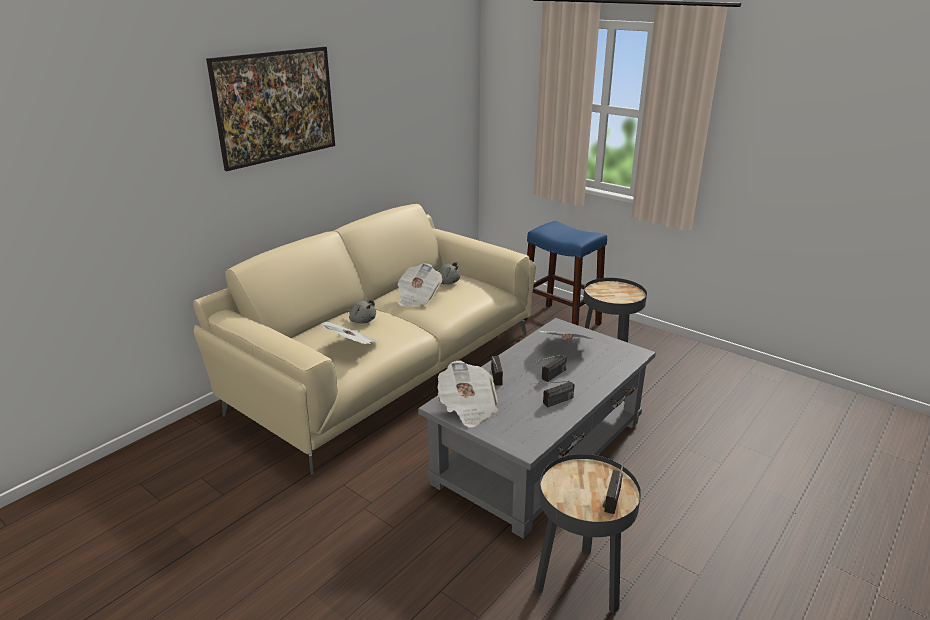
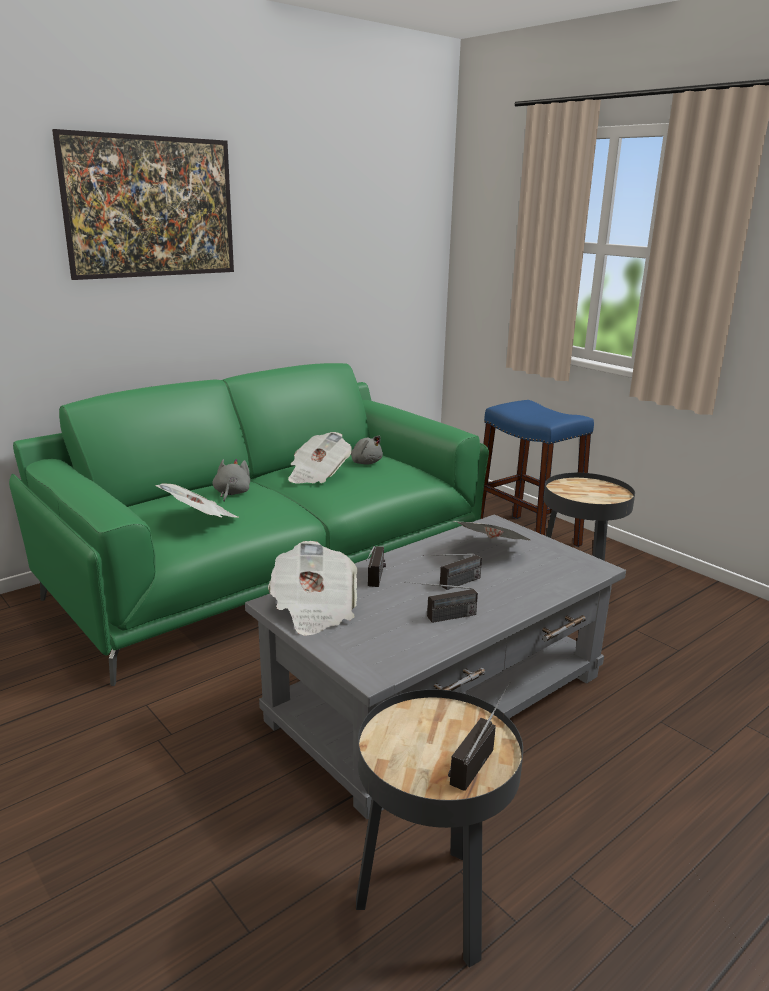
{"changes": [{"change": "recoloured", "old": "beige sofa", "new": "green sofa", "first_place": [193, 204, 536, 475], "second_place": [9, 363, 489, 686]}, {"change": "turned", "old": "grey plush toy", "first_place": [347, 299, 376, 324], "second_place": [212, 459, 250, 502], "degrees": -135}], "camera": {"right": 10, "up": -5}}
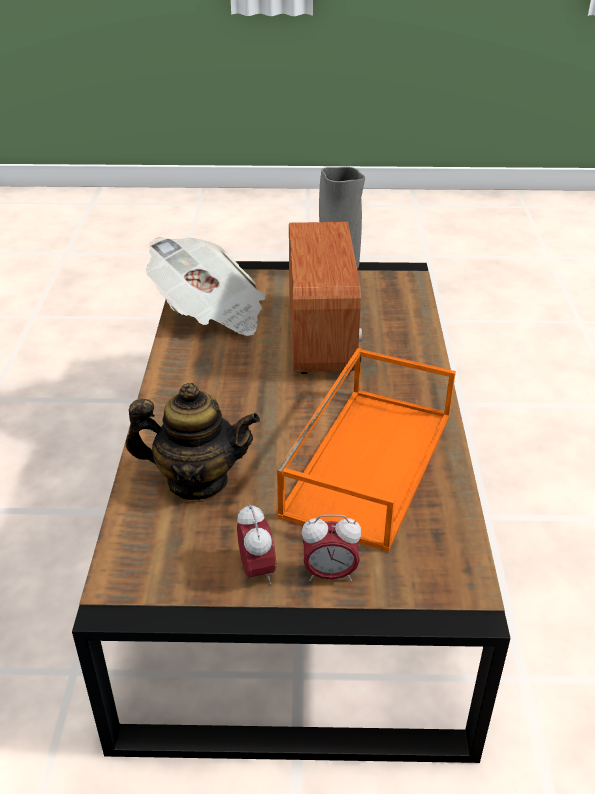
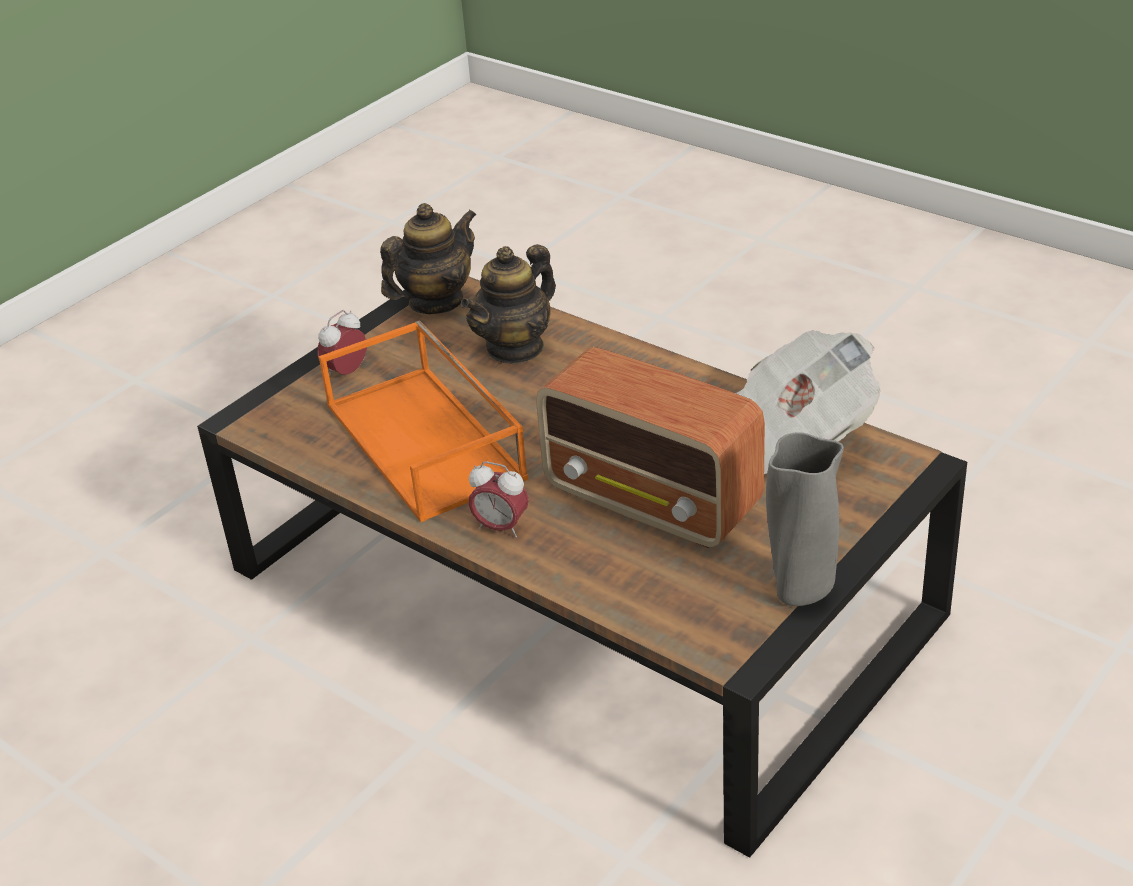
{"changes": [{"change": "moved", "old": "alarm clock", "first_place": [237, 503, 276, 585], "second_place": [468, 461, 529, 537]}, {"change": "added", "new": "teapot", "second_place": [380, 203, 477, 314]}], "camera": {"right": 130, "up": 0}}
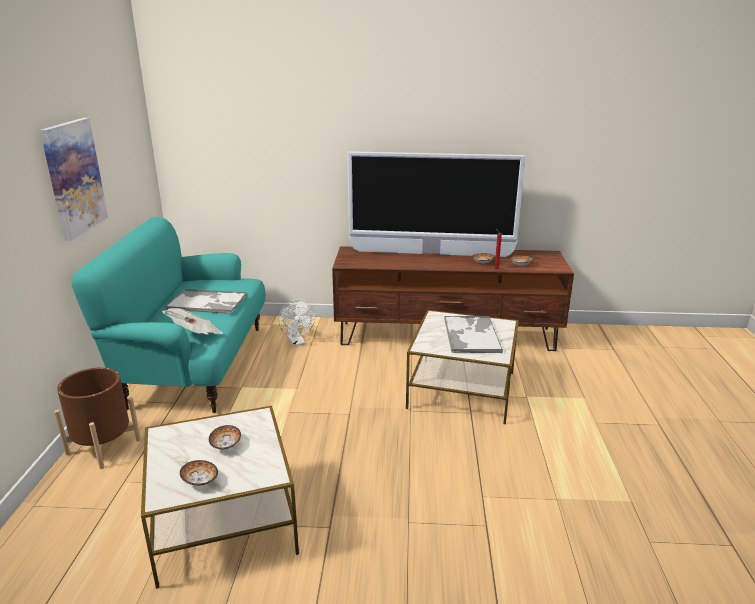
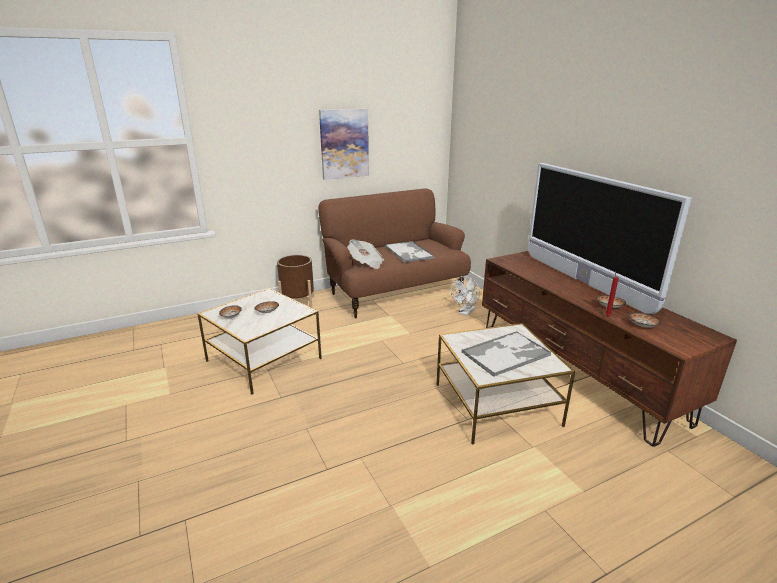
{"changes": [{"change": "recoloured", "old": "turquoise sofa", "new": "brown sofa", "first_place": [71, 217, 266, 413], "second_place": [318, 188, 471, 318]}], "camera": {"right": 60, "up": 0}}
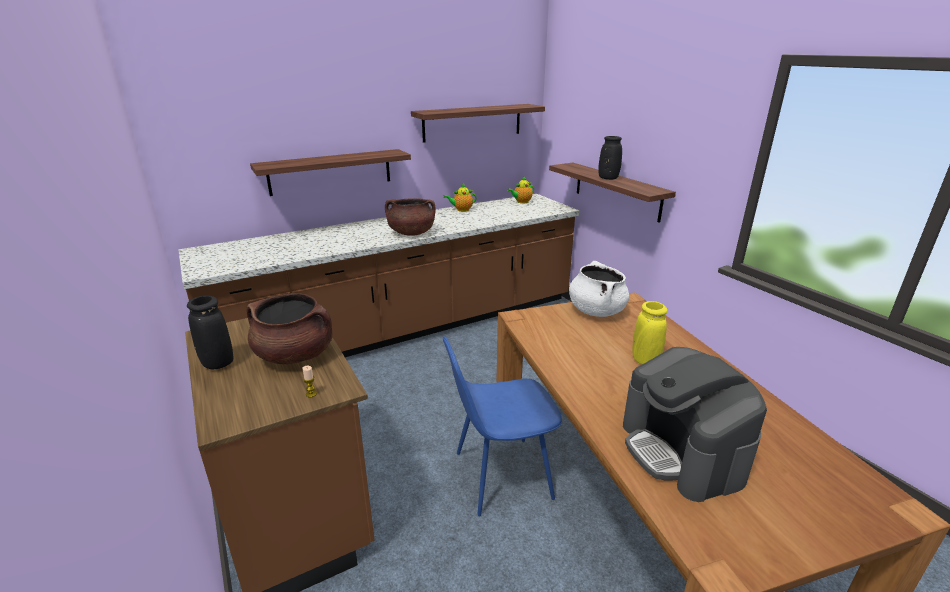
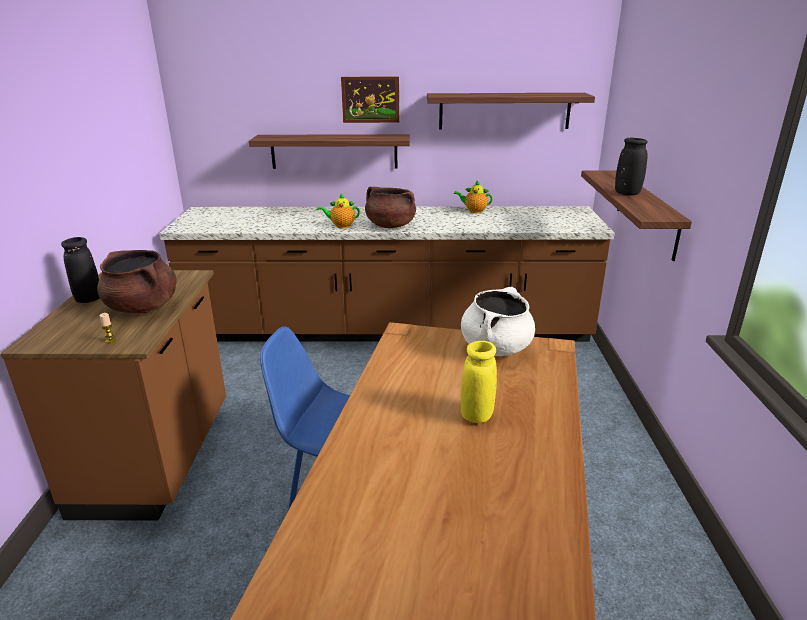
{"changes": [{"change": "moved", "old": "teapot", "first_place": [507, 176, 534, 204], "second_place": [317, 193, 360, 228]}, {"change": "removed", "old": "coffee machine", "first_place": [623, 347, 767, 502]}, {"change": "added", "new": "picture", "second_place": [341, 76, 399, 123]}], "camera": {"right": 30, "up": 0}}
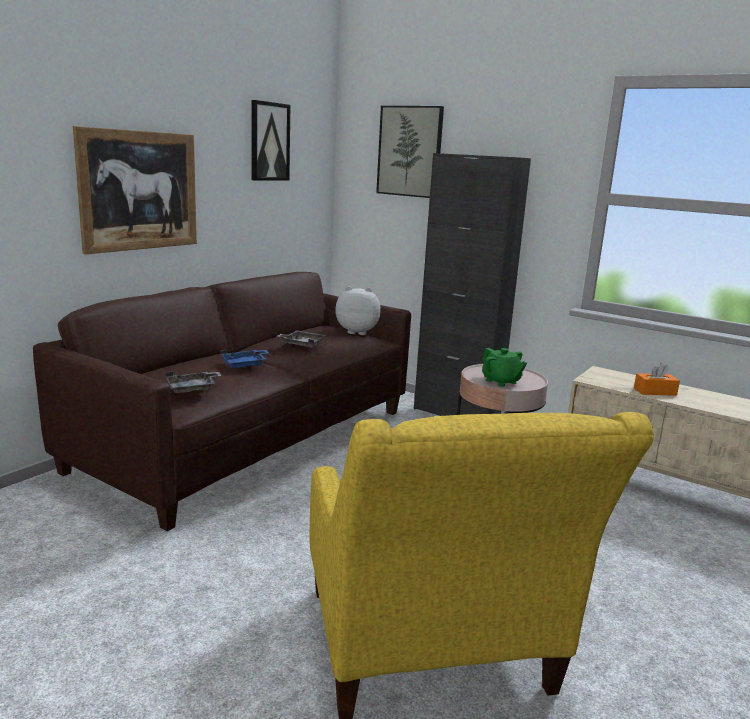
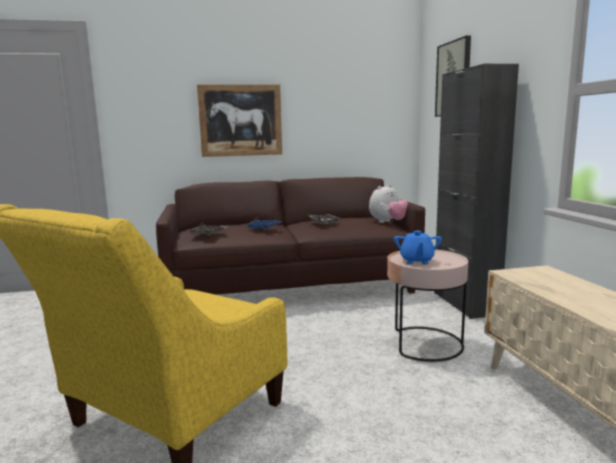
{"changes": [{"change": "removed", "old": "picture", "first_place": [251, 100, 290, 181]}, {"change": "turned", "old": "plush toy", "first_place": [335, 286, 381, 335], "second_place": [369, 184, 408, 223], "degrees": 90}, {"change": "recoloured", "old": "green teapot", "new": "blue teapot", "first_place": [482, 348, 527, 387], "second_place": [394, 230, 442, 264]}, {"change": "removed", "old": "orange tissue box", "first_place": [634, 363, 680, 396]}], "camera": {"right": 45, "up": -5}}
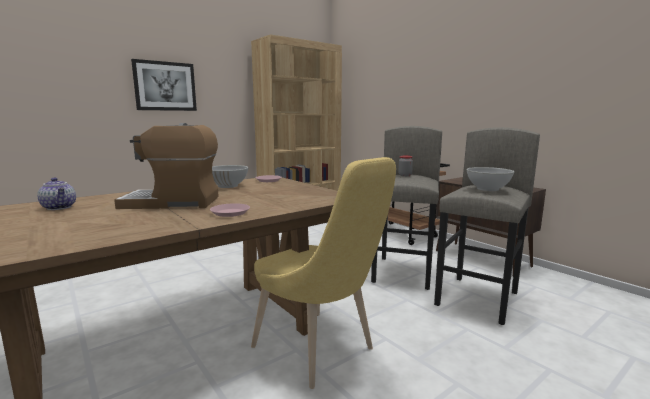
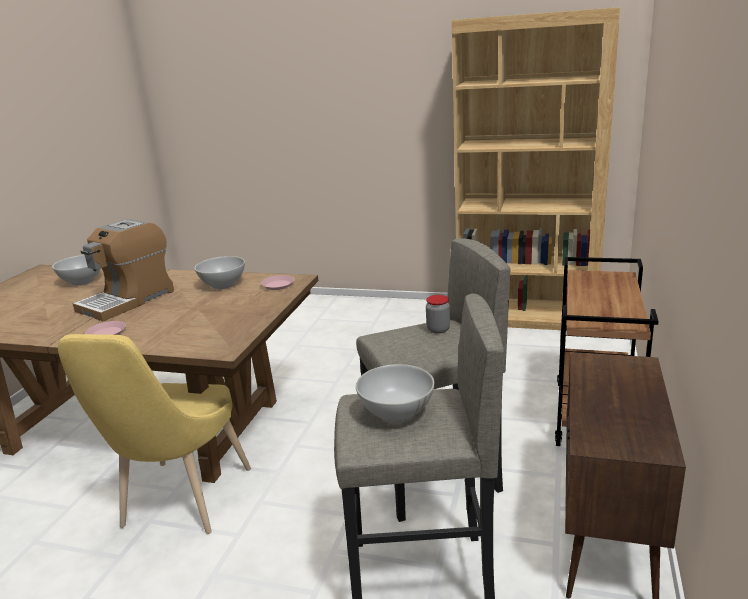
{"changes": [{"change": "replaced", "old": "teapot", "new": "white bowl", "first_place": [37, 178, 76, 210], "second_place": [52, 255, 101, 285]}, {"change": "turned", "old": "coffee machine", "first_place": [114, 123, 219, 209], "second_place": [73, 219, 174, 321], "degrees": -105}, {"change": "removed", "old": "picture", "first_place": [131, 59, 197, 111]}], "camera": {"right": 55, "up": 10}}
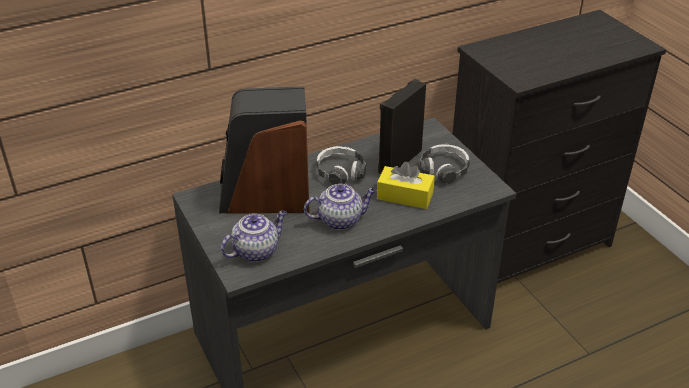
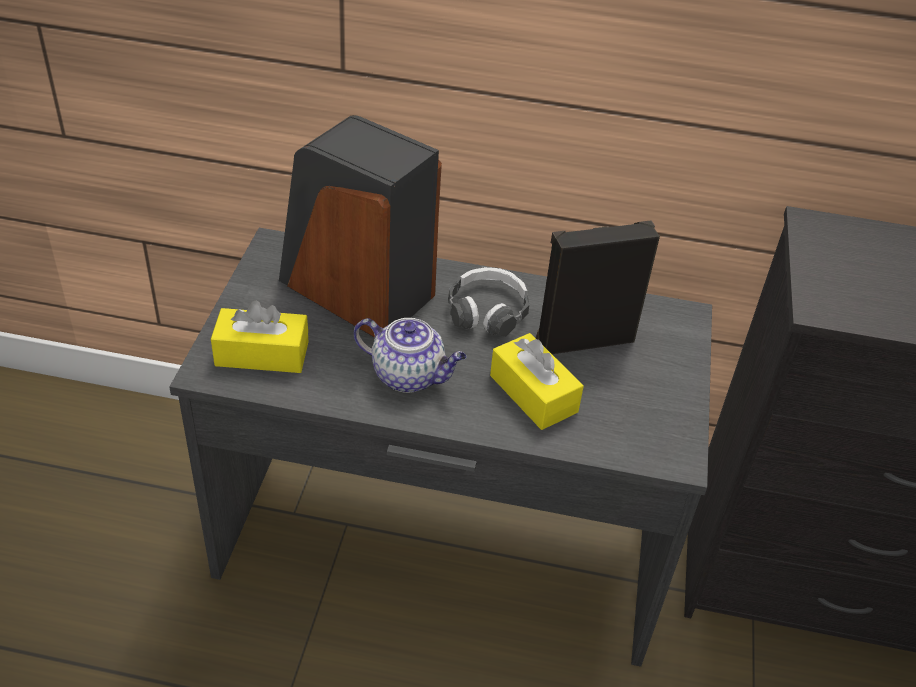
{"changes": [{"change": "replaced", "old": "teapot", "new": "yellow tissue box", "first_place": [221, 210, 287, 262], "second_place": [211, 301, 308, 373]}, {"change": "removed", "old": "headphones", "first_place": [419, 144, 470, 184]}], "camera": {"right": 35, "up": 5}}
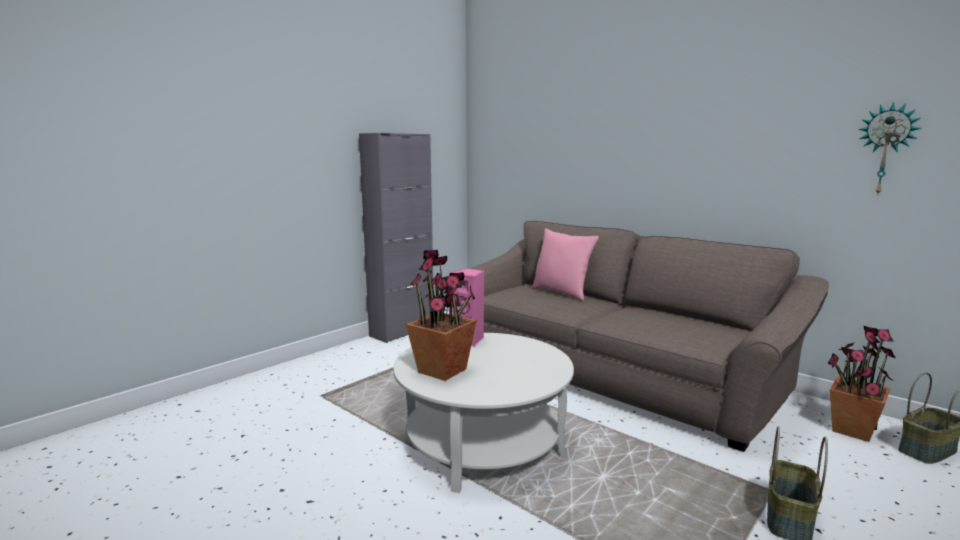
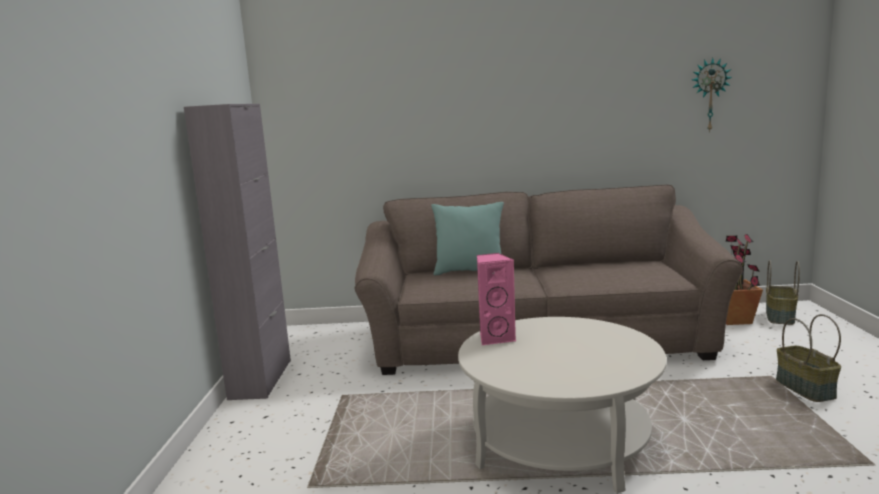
{"changes": [{"change": "removed", "old": "potted plant", "first_place": [406, 250, 477, 381]}, {"change": "recoloured", "old": "pink pillow", "new": "turquoise pillow", "first_place": [532, 228, 599, 301], "second_place": [431, 202, 504, 276]}], "camera": {"right": -40, "up": 0}}
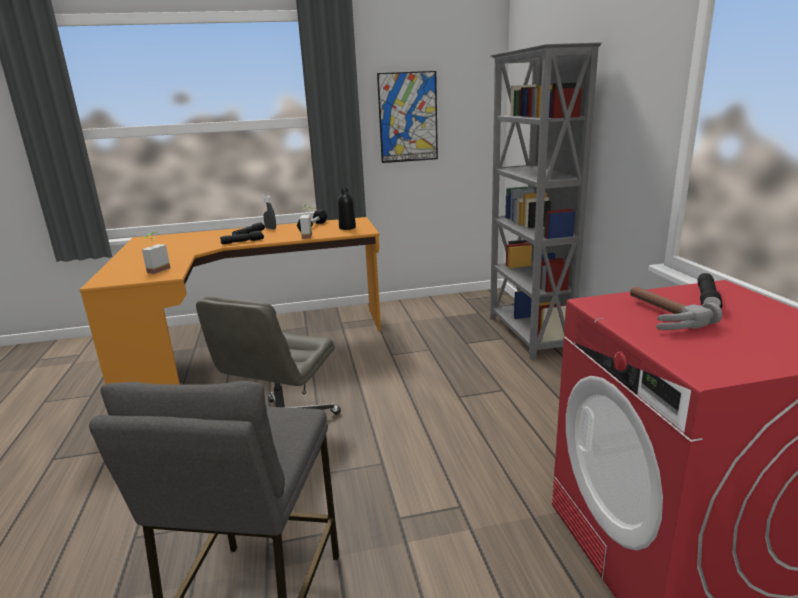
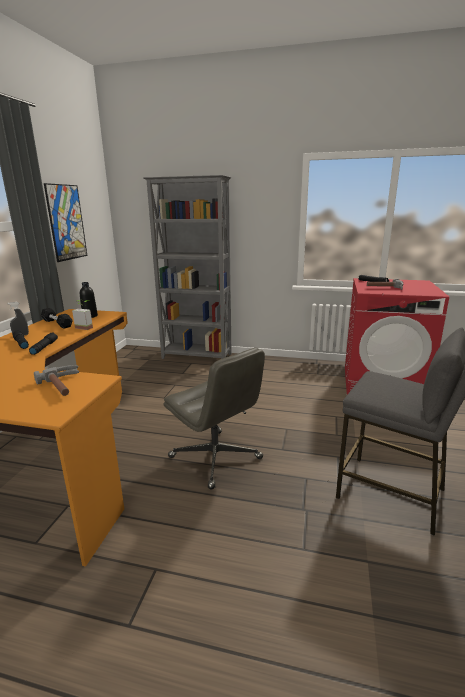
{"changes": [{"change": "replaced", "old": "potted plant", "new": "hammer", "first_place": [142, 232, 170, 274], "second_place": [34, 365, 79, 396]}], "camera": {"right": -65, "up": 0}}
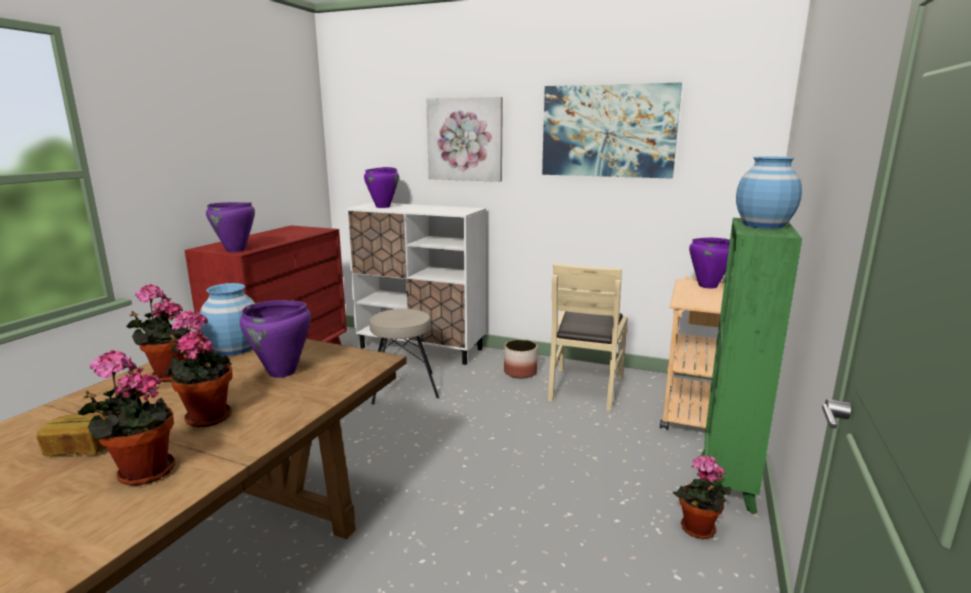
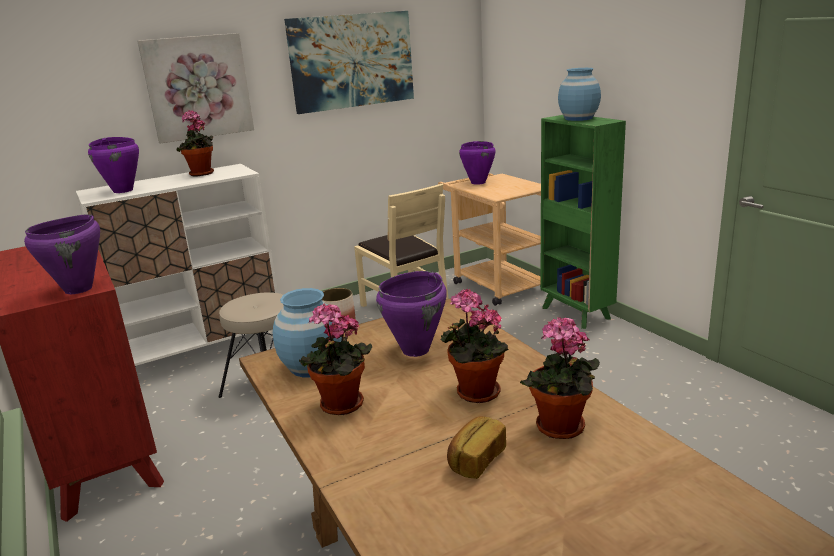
{"changes": [{"change": "moved", "old": "potted plant", "first_place": [673, 455, 732, 539], "second_place": [177, 110, 214, 176]}], "camera": {"right": -50, "up": 5}}
